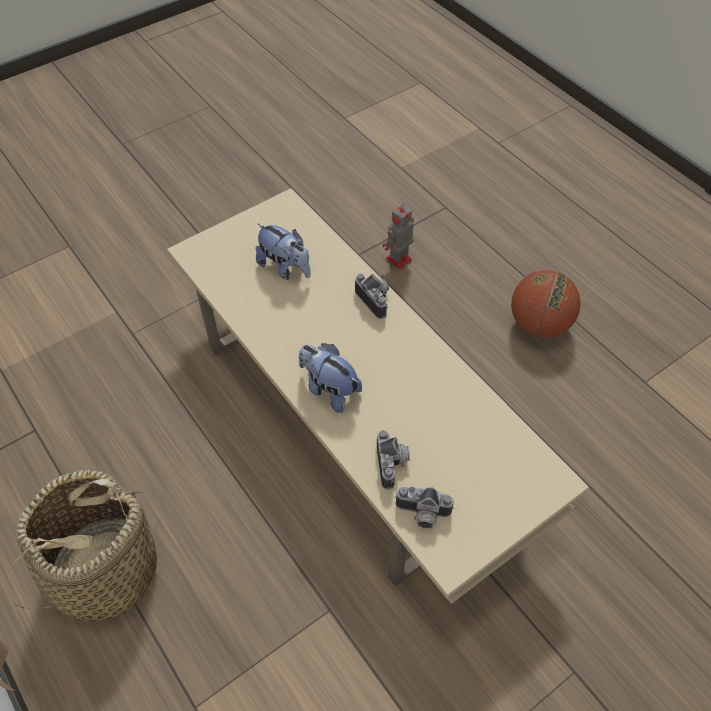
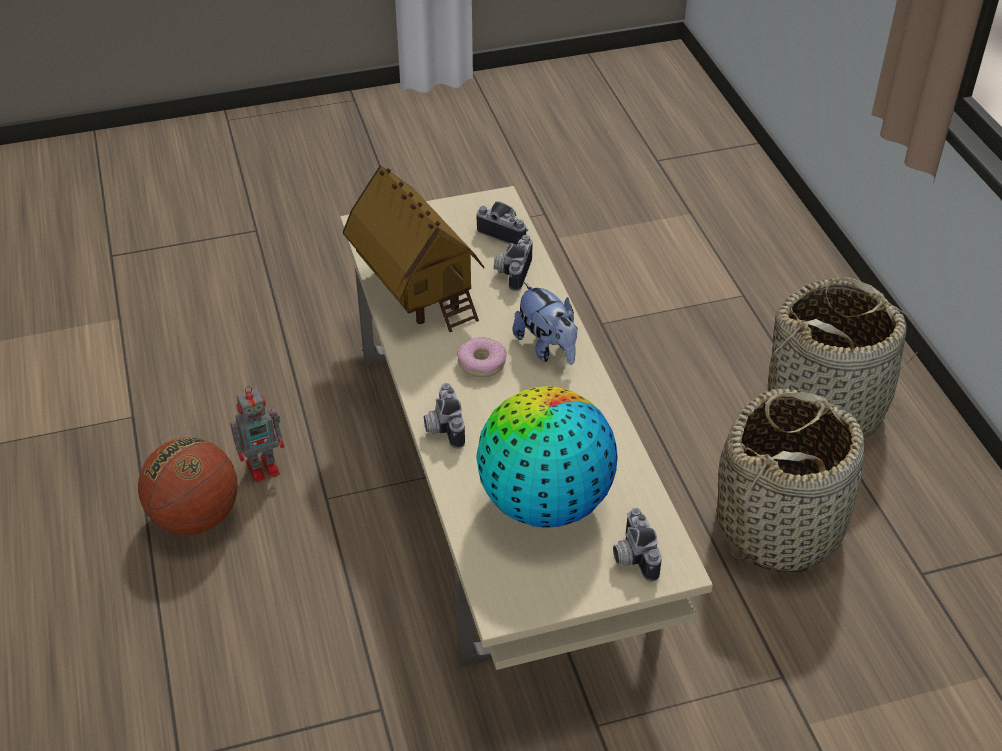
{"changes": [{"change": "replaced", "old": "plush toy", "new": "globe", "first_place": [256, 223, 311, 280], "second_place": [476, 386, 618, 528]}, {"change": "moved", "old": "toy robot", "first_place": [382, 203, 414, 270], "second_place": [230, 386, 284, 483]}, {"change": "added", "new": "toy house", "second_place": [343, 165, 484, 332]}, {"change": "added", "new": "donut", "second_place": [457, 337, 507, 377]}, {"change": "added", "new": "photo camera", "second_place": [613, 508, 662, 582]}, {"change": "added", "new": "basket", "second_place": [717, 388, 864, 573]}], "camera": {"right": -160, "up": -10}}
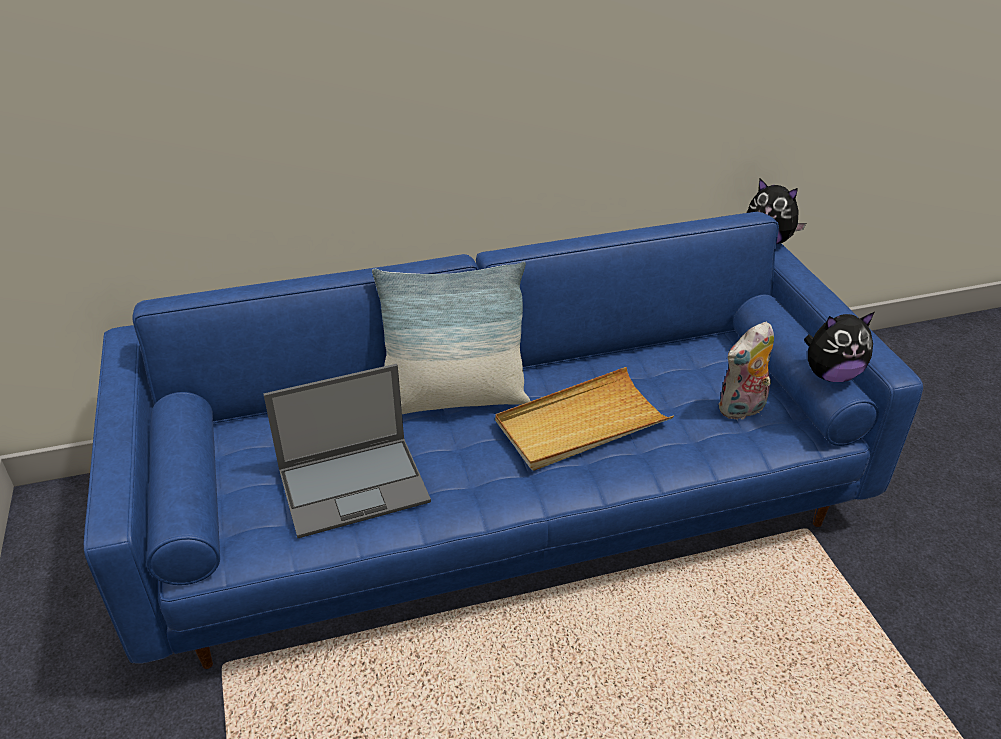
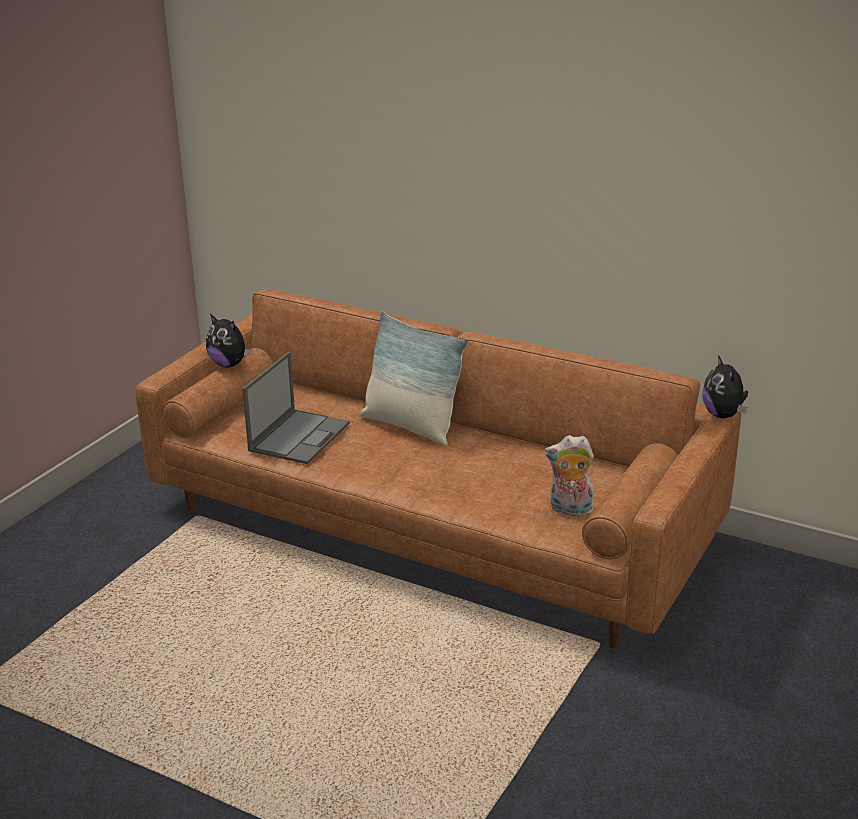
{"changes": [{"change": "recoloured", "old": "blue sofa", "new": "brown sofa", "first_place": [84, 212, 923, 669], "second_place": [136, 289, 741, 649]}, {"change": "turned", "old": "laptop", "first_place": [263, 364, 431, 538], "second_place": [242, 352, 350, 464], "degrees": -90}, {"change": "removed", "old": "beige tray", "first_place": [495, 367, 674, 470]}, {"change": "moved", "old": "plush toy", "first_place": [804, 312, 875, 382], "second_place": [206, 314, 253, 368]}], "camera": {"right": 45, "up": -10}}
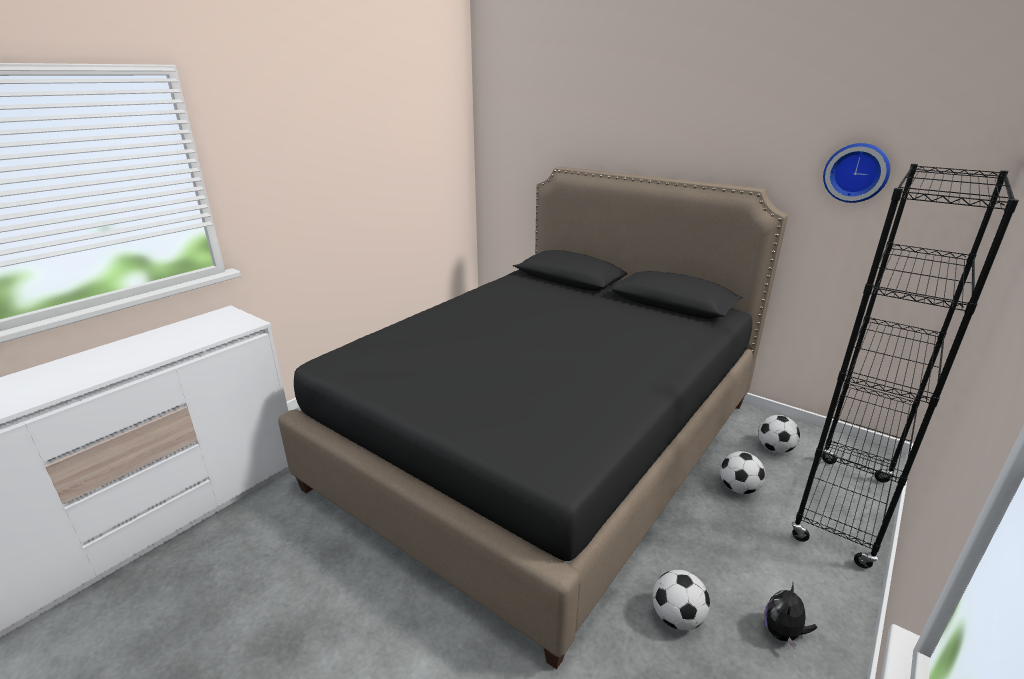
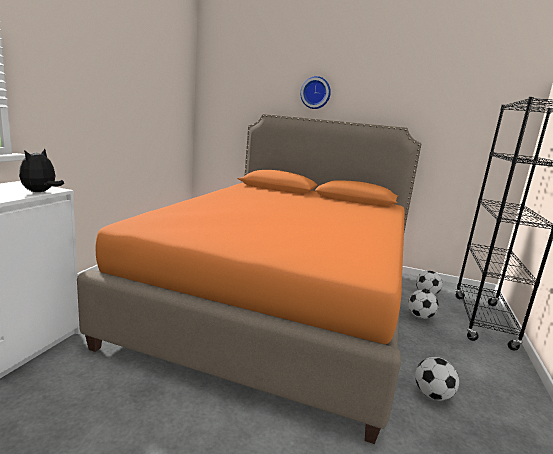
{"changes": [{"change": "recoloured", "old": "black bed", "new": "orange bed", "first_place": [278, 167, 788, 670], "second_place": [77, 114, 421, 444]}, {"change": "moved", "old": "plush toy", "first_place": [765, 582, 817, 648], "second_place": [19, 149, 64, 192]}, {"change": "moved", "old": "wall clock", "first_place": [823, 143, 890, 203], "second_place": [300, 76, 331, 109]}], "camera": {"right": -20, "up": -10}}
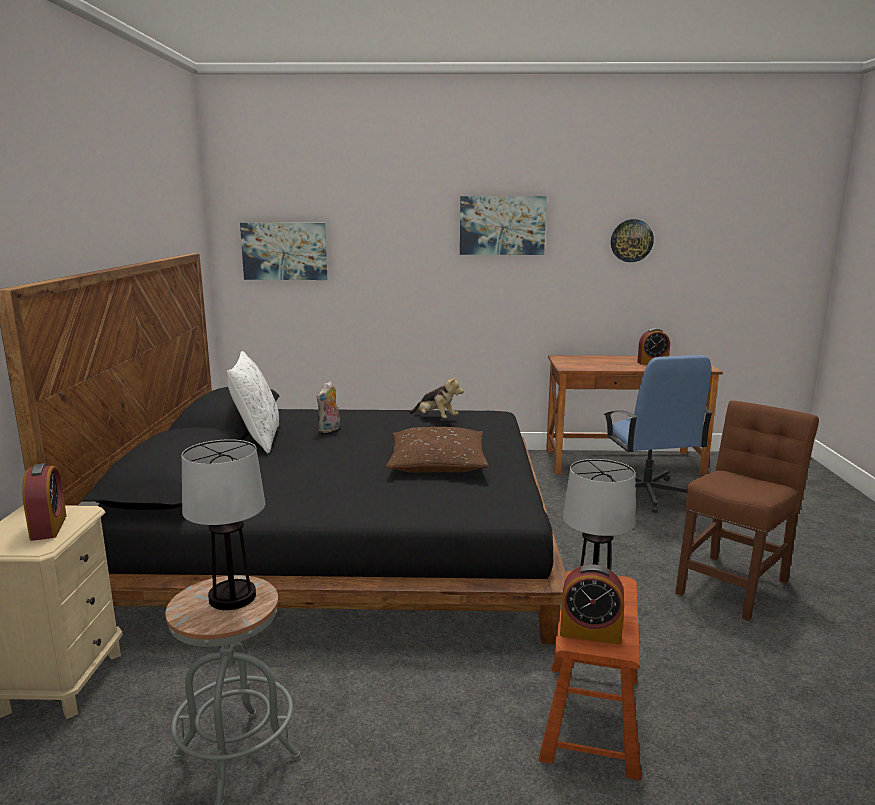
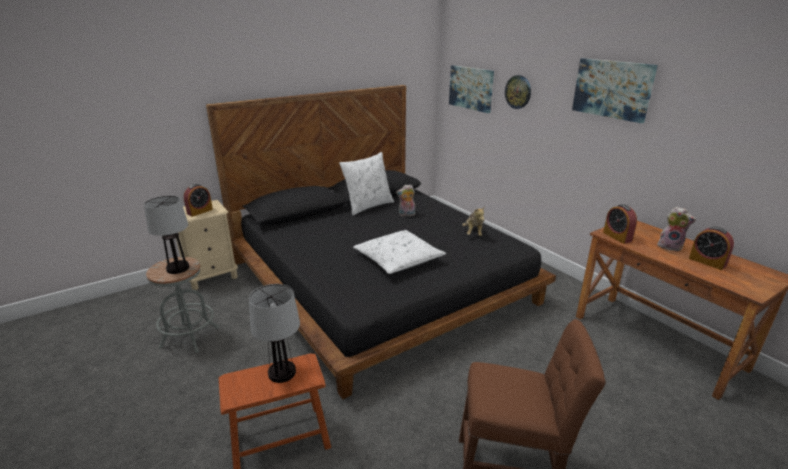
{"changes": [{"change": "recoloured", "old": "brown pillow", "new": "white pillow", "first_place": [386, 427, 488, 473], "second_place": [353, 230, 446, 274]}, {"change": "moved", "old": "alarm clock", "first_place": [560, 565, 624, 644], "second_place": [603, 204, 637, 244]}, {"change": "removed", "old": "blue office chair", "first_place": [604, 355, 713, 513]}, {"change": "moved", "old": "wall clock", "first_place": [611, 219, 654, 262], "second_place": [505, 75, 531, 109]}, {"change": "added", "new": "plush toy", "second_place": [658, 207, 696, 251]}], "camera": {"right": 55, "up": 10}}
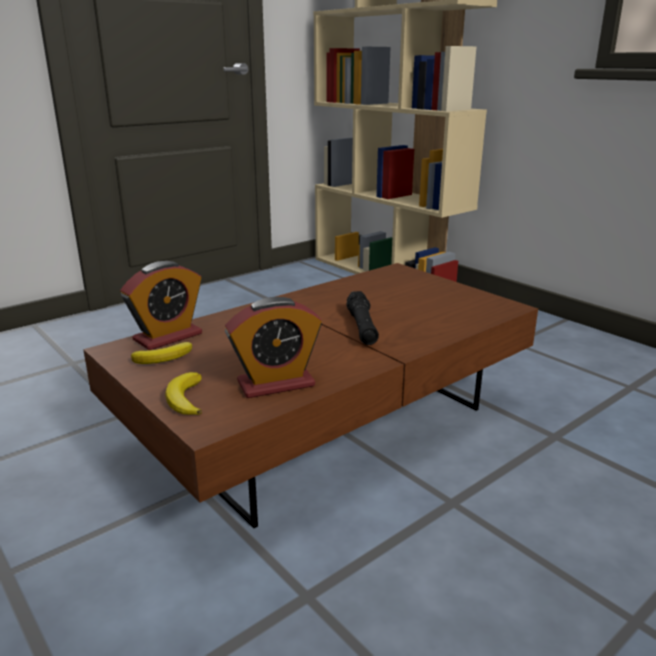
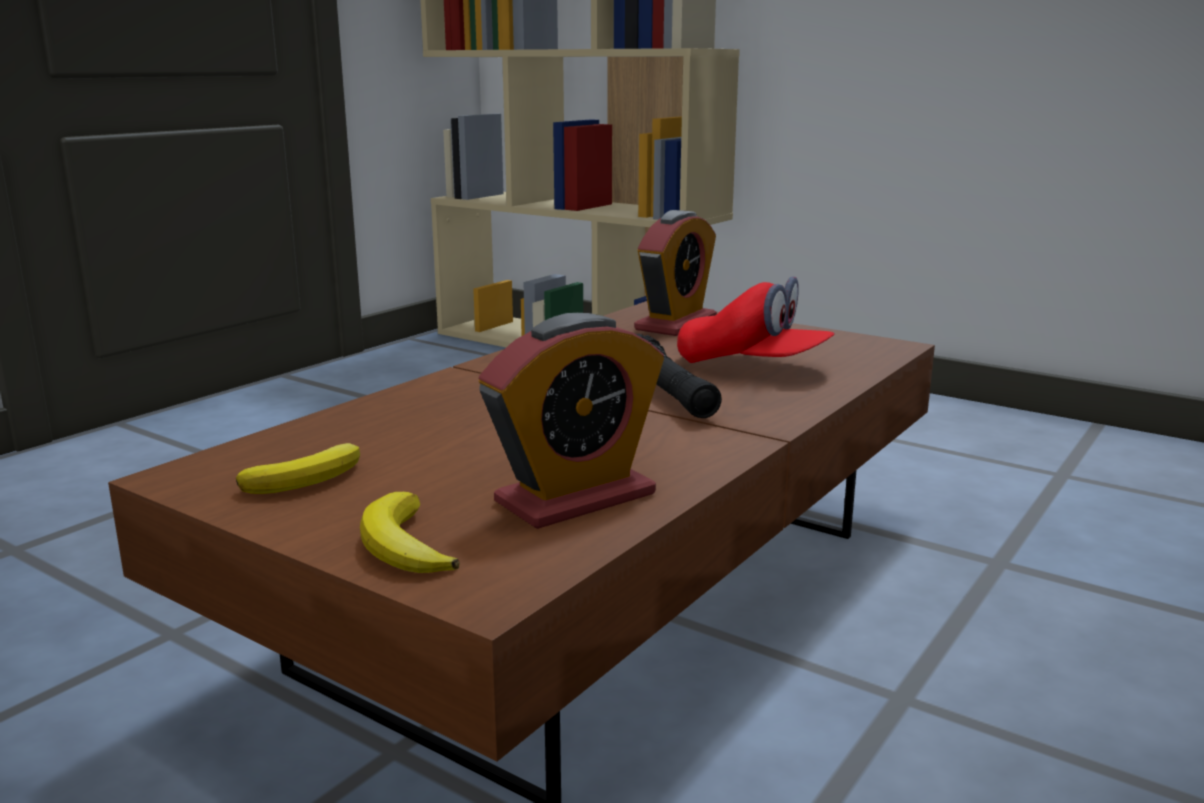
{"changes": [{"change": "moved", "old": "alarm clock", "first_place": [120, 261, 202, 350], "second_place": [634, 210, 717, 336]}, {"change": "added", "new": "red cap", "second_place": [677, 276, 834, 363]}], "camera": {"right": -15, "up": -5}}
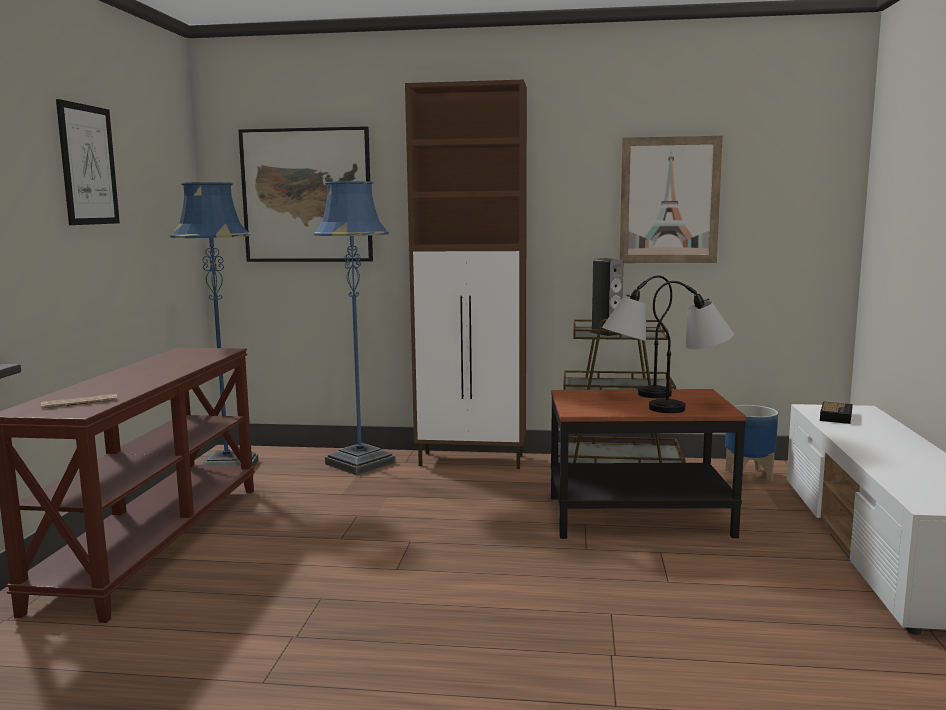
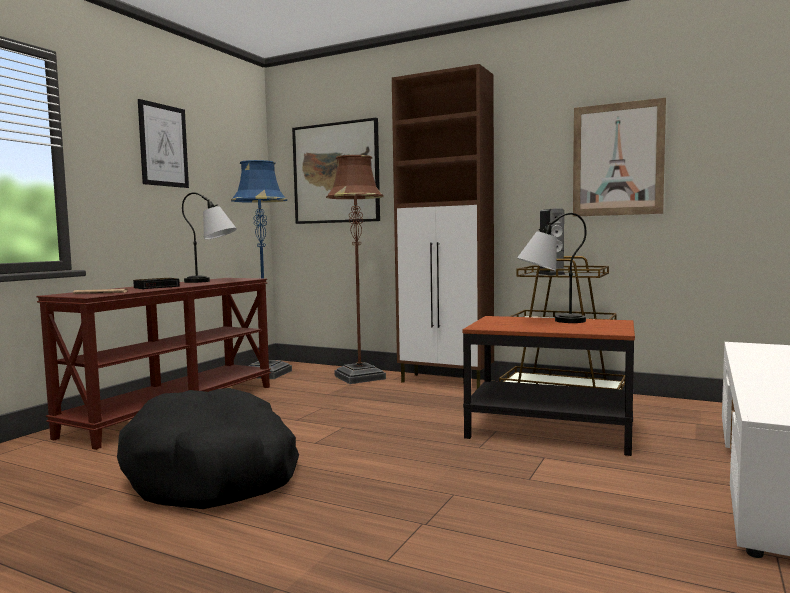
{"changes": [{"change": "recoloured", "old": "blue floor lamp", "new": "brown floor lamp", "first_place": [313, 181, 396, 476], "second_place": [326, 155, 386, 384]}, {"change": "moved", "old": "table lamp", "first_place": [649, 281, 734, 413], "second_place": [182, 192, 237, 283]}, {"change": "removed", "old": "planter", "first_place": [725, 405, 778, 481]}, {"change": "moved", "old": "alarm clock", "first_place": [820, 401, 853, 424], "second_place": [133, 278, 180, 289]}, {"change": "added", "new": "black dog bed", "second_place": [117, 388, 299, 509]}], "camera": {"right": 20, "up": -5}}
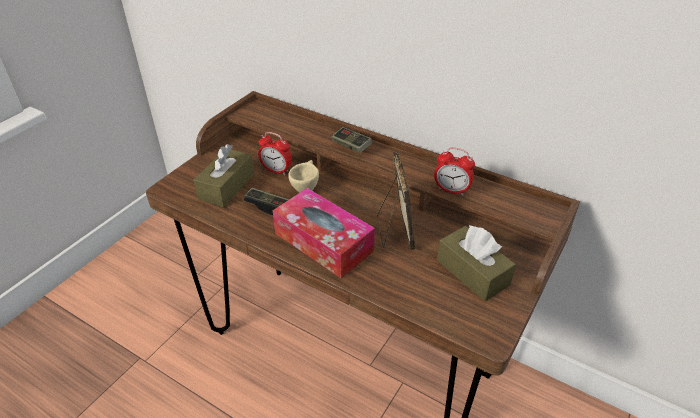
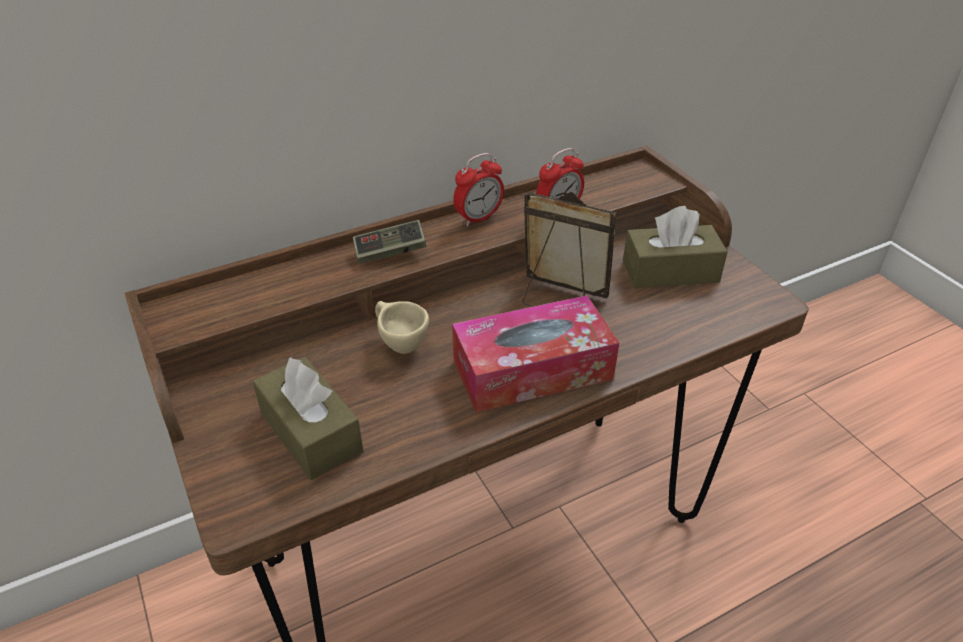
{"changes": [{"change": "removed", "old": "game controller", "first_place": [244, 188, 289, 215]}, {"change": "moved", "old": "alarm clock", "first_place": [258, 132, 292, 175], "second_place": [453, 153, 504, 226]}], "camera": {"right": -60, "up": 0}}
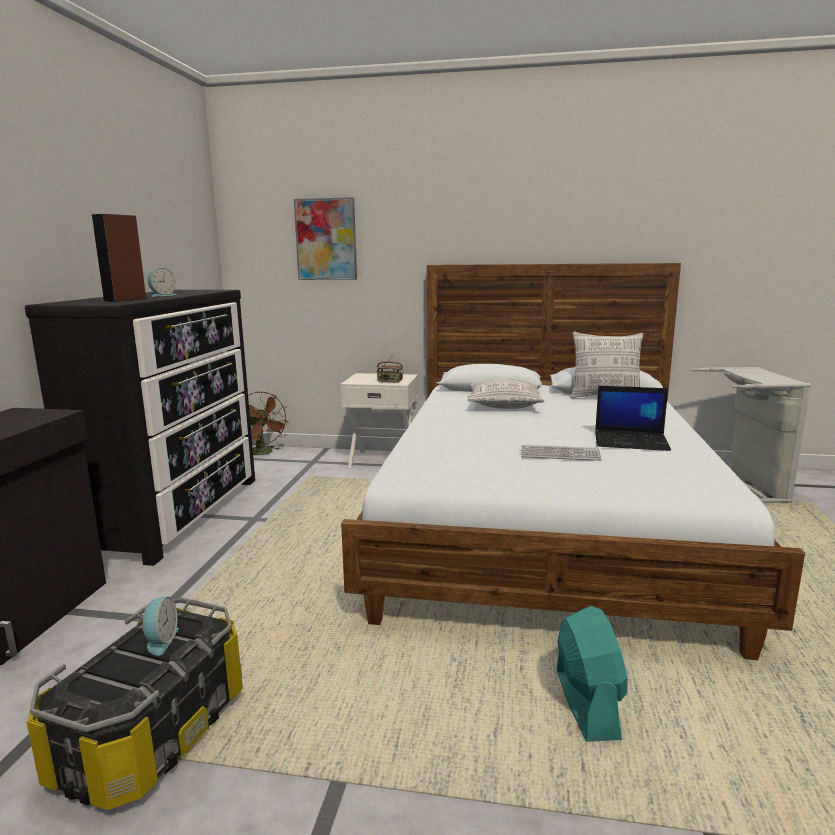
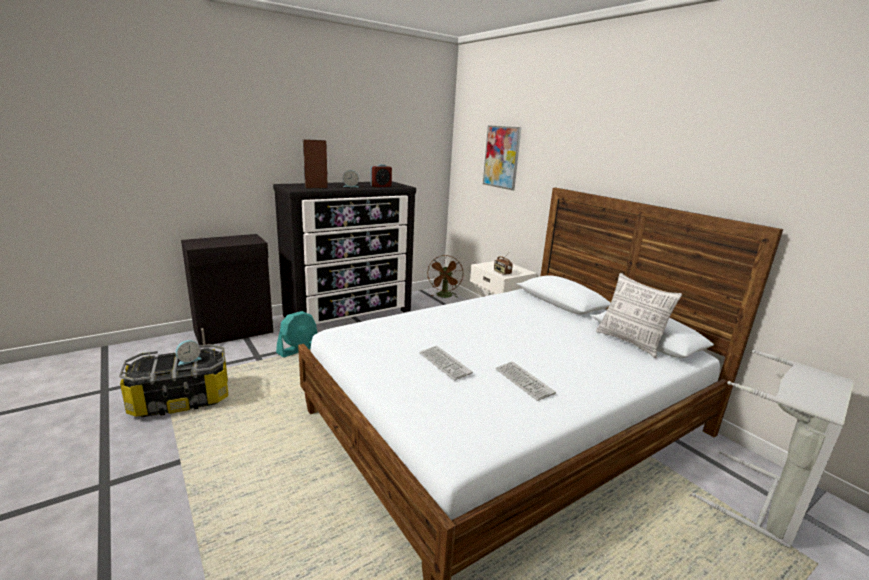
{"changes": [{"change": "removed", "old": "pillow", "first_place": [467, 378, 545, 409]}, {"change": "moved", "old": "turquoise fan", "first_place": [556, 606, 628, 742], "second_place": [276, 311, 317, 358]}, {"change": "replaced", "old": "laptop", "new": "keyboard", "first_place": [595, 386, 671, 451], "second_place": [495, 361, 556, 401]}, {"change": "added", "new": "alarm clock", "second_place": [370, 164, 392, 187]}], "camera": {"right": 45, "up": 5}}
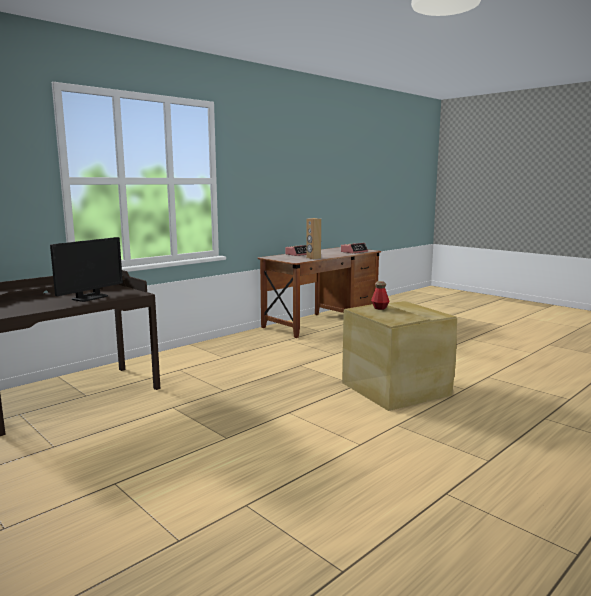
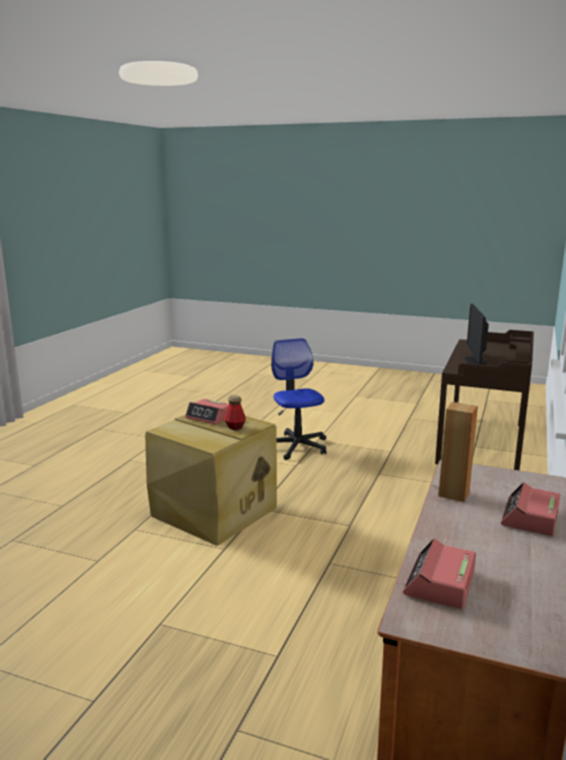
{"changes": [{"change": "added", "new": "alarm clock", "second_place": [185, 399, 229, 425]}, {"change": "added", "new": "office chair", "second_place": [271, 338, 327, 460]}], "camera": {"right": 155, "up": 5}}
